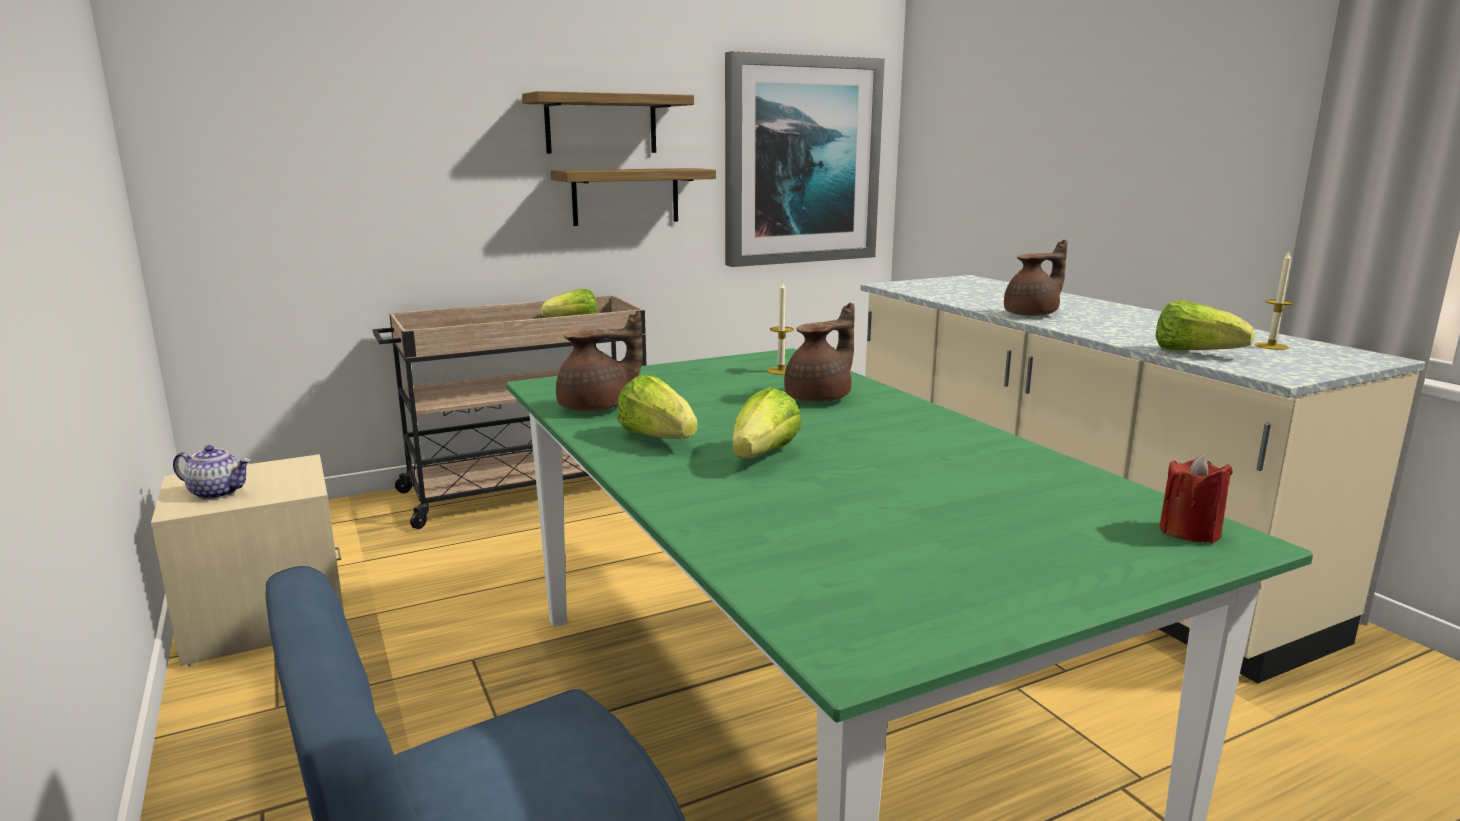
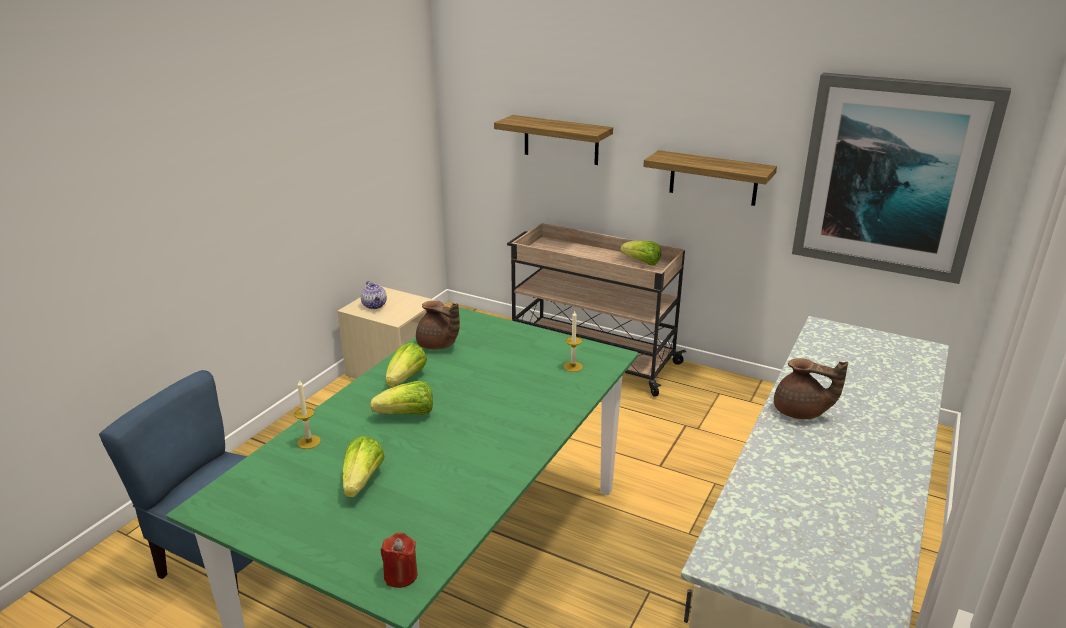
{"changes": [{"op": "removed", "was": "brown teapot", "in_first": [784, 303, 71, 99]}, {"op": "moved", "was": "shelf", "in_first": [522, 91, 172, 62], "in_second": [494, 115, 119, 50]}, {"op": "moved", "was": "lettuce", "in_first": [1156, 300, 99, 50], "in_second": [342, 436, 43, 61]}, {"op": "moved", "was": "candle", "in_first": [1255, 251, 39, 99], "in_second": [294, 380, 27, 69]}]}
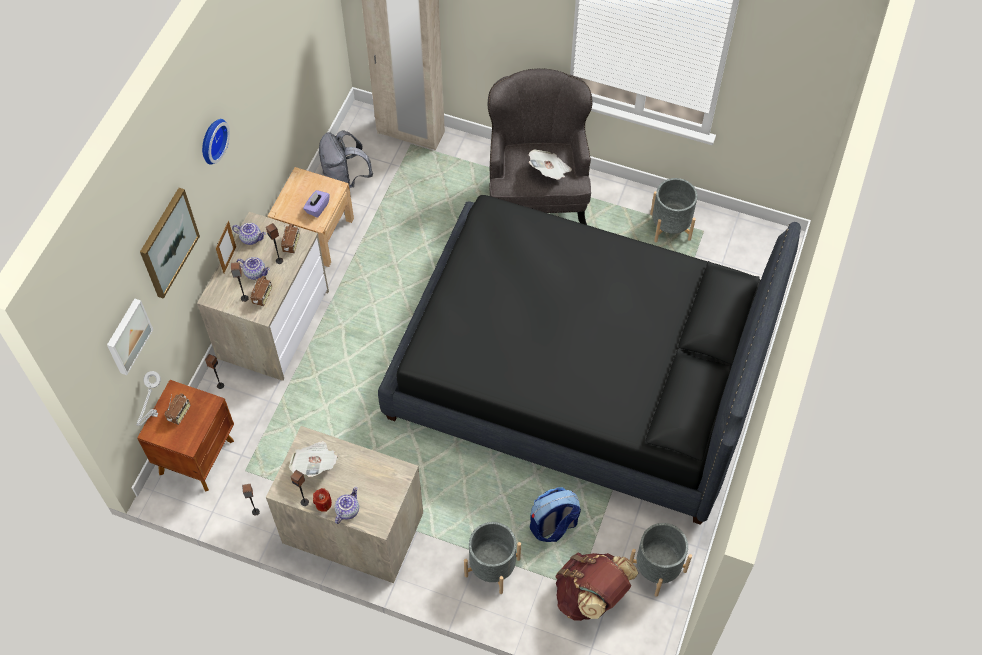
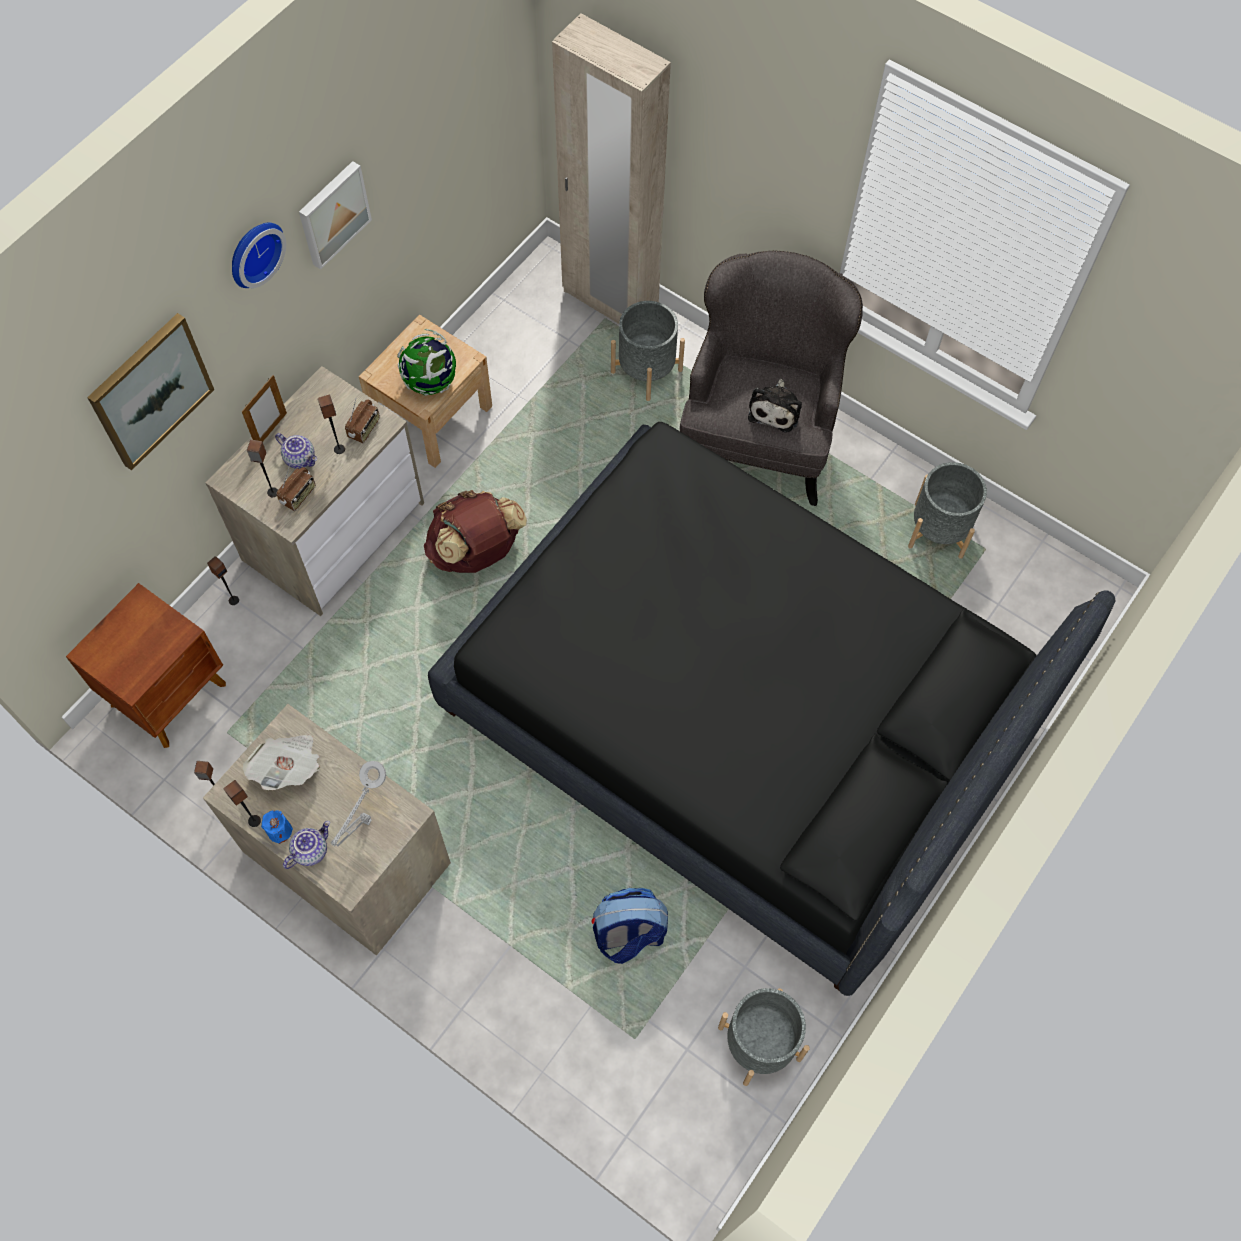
{"changes": [{"op": "removed", "was": "radio", "in_first": [165, 393, 25, 32]}, {"op": "removed", "was": "teapot", "in_first": [232, 223, 34, 22]}, {"op": "removed", "was": "grey backpack", "in_first": [319, 131, 54, 57]}, {"op": "moved", "was": "picture", "in_first": [107, 299, 46, 76], "in_second": [299, 161, 73, 108]}, {"op": "moved", "was": "grey table lamp", "in_first": [136, 371, 25, 55], "in_second": [330, 761, 56, 86]}, {"op": "moved", "was": "grey planter", "in_first": [464, 522, 57, 72], "in_second": [611, 301, 74, 100]}, {"op": "moved", "was": "brown backpack", "in_first": [555, 553, 84, 68], "in_second": [424, 490, 103, 83]}, {"op": "replaced", "was": "purple tissue box", "now": "globe", "in_first": [303, 190, 27, 28], "in_second": [397, 329, 59, 67]}, {"op": "replaced", "was": "newspaper", "now": "plush toy", "in_first": [529, 149, 43, 31], "in_second": [748, 379, 54, 54]}, {"op": "recoloured", "was": "red candle", "now": "blue candle", "in_first": [313, 488, 19, 24], "in_second": [261, 810, 32, 34]}]}
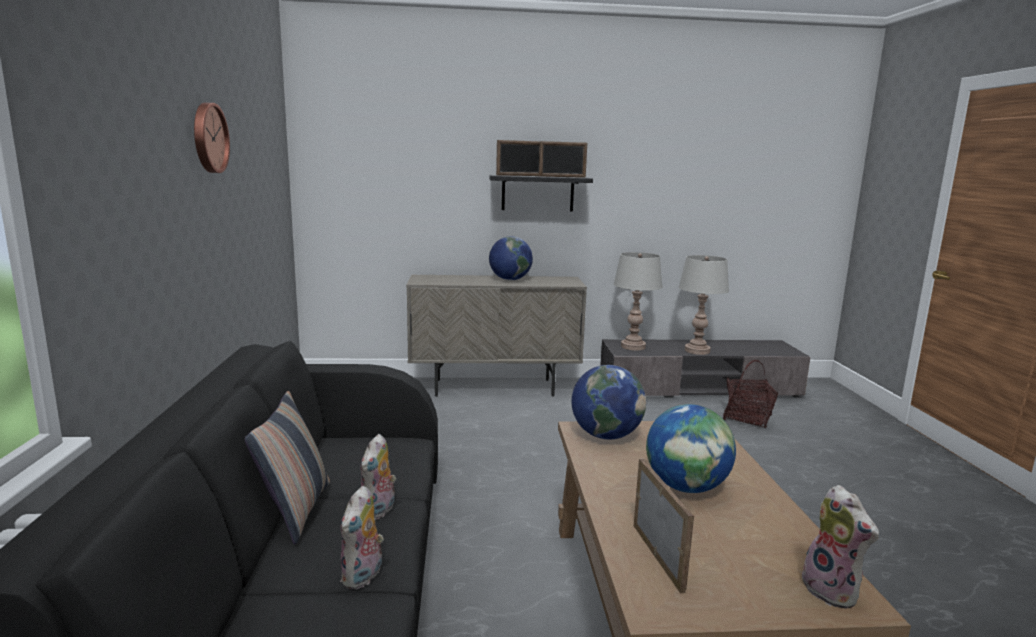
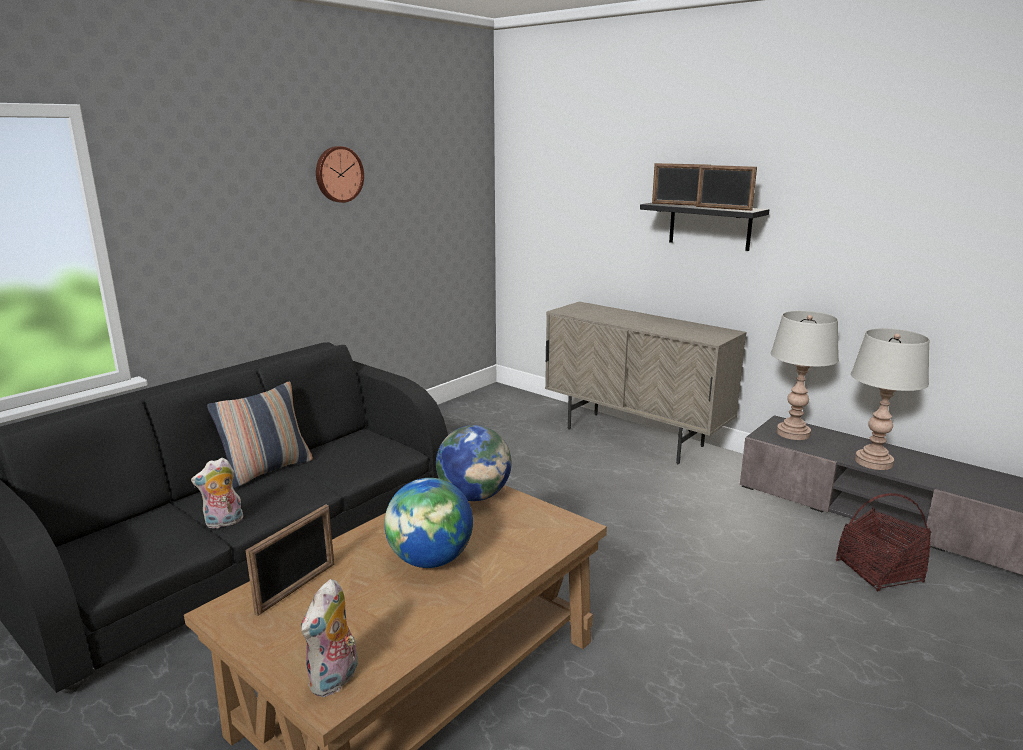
{"changes": [{"op": "removed", "was": "plush toy", "in_first": [360, 434, 36, 86]}, {"op": "removed", "was": "globe", "in_first": [489, 236, 44, 44]}]}
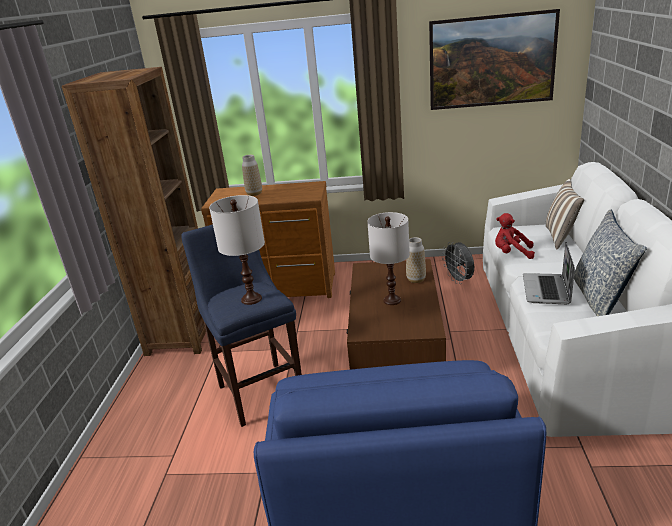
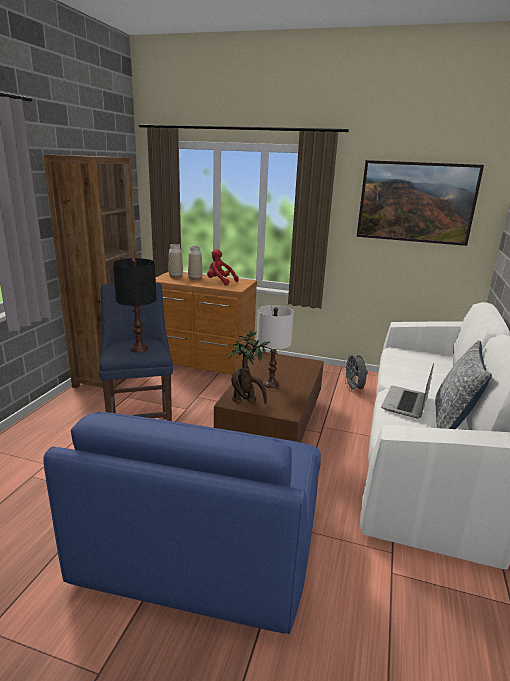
{"changes": [{"op": "removed", "was": "pillow", "in_first": [546, 179, 38, 71]}, {"op": "added", "now": "potted plant", "in_second": [228, 329, 50, 75]}, {"op": "moved", "was": "vase", "in_first": [406, 237, 20, 46], "in_second": [169, 244, 14, 34]}, {"op": "moved", "was": "red plush toy", "in_first": [495, 213, 40, 46], "in_second": [207, 249, 32, 36]}, {"op": "recoloured", "was": "white table lamp", "now": "black table lamp", "in_first": [209, 195, 56, 110], "in_second": [113, 258, 44, 94]}]}
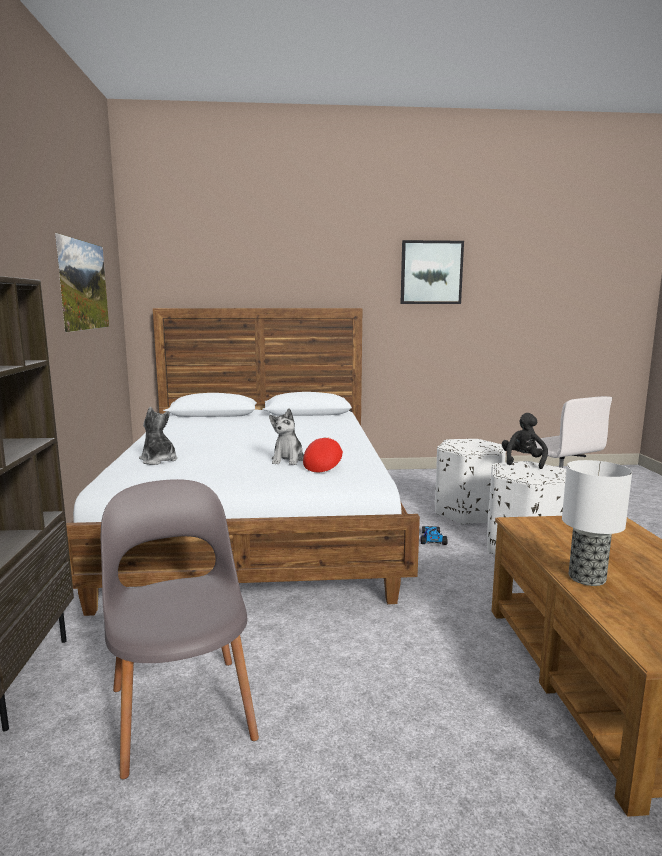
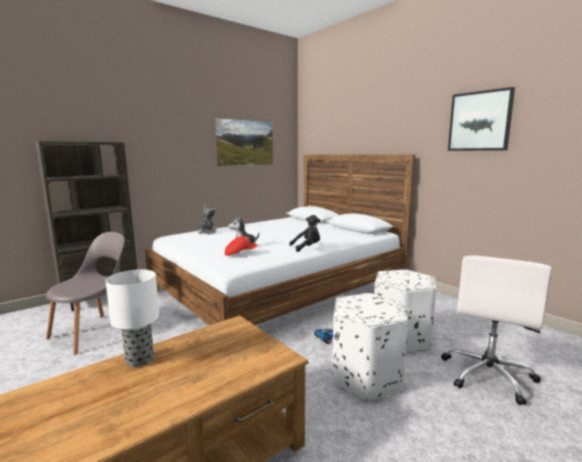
{"changes": [{"op": "moved", "was": "black plush toy", "in_first": [502, 413, 46, 56], "in_second": [289, 215, 32, 37]}]}
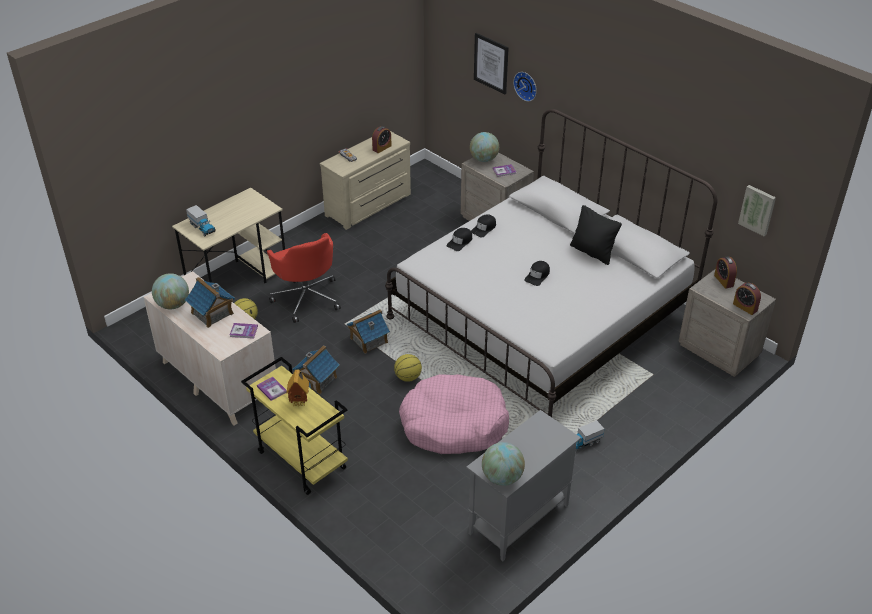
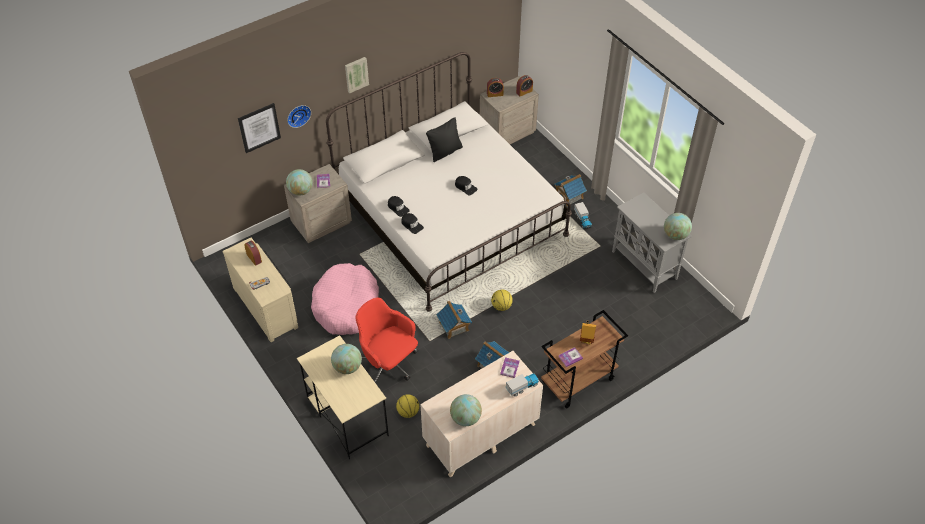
{"changes": [{"op": "added", "now": "globe", "in_second": [331, 344, 31, 30]}, {"op": "moved", "was": "toy house", "in_first": [185, 277, 50, 51], "in_second": [554, 174, 33, 33]}, {"op": "moved", "was": "toy truck", "in_first": [186, 205, 30, 31], "in_second": [506, 374, 33, 23]}, {"op": "moved", "was": "pink dog bed", "in_first": [399, 374, 110, 80], "in_second": [311, 263, 68, 72]}, {"op": "moved", "was": "picture", "in_first": [738, 185, 38, 51], "in_second": [345, 57, 24, 36]}, {"op": "recoloured", "was": "yellow cart", "now": "brown cart", "in_first": [241, 357, 107, 138], "in_second": [541, 310, 87, 98]}, {"op": "turned", "was": "red office chair", "in_first": [267, 233, 74, 90], "in_second": [355, 298, 63, 85], "clockwise": -120}]}
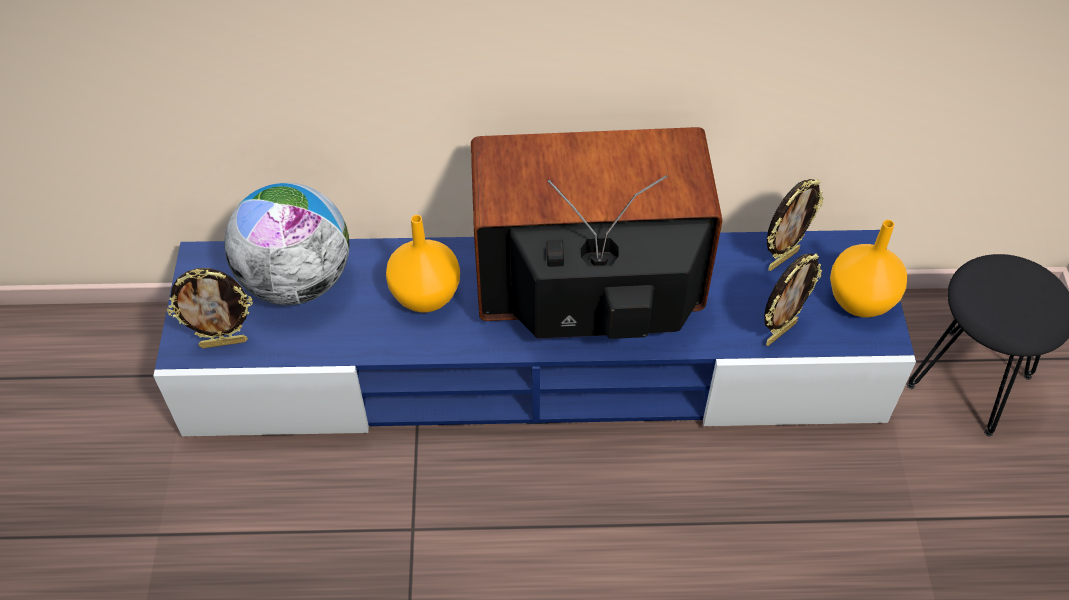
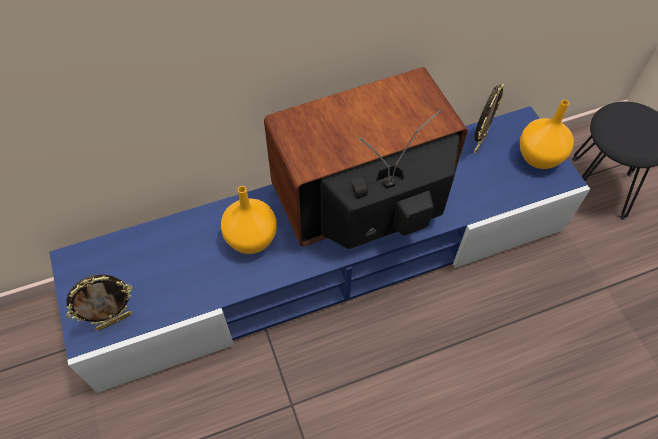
{"changes": [{"op": "removed", "was": "globe", "in_first": [225, 183, 124, 122]}, {"op": "removed", "was": "picture frame", "in_first": [764, 254, 58, 92]}]}
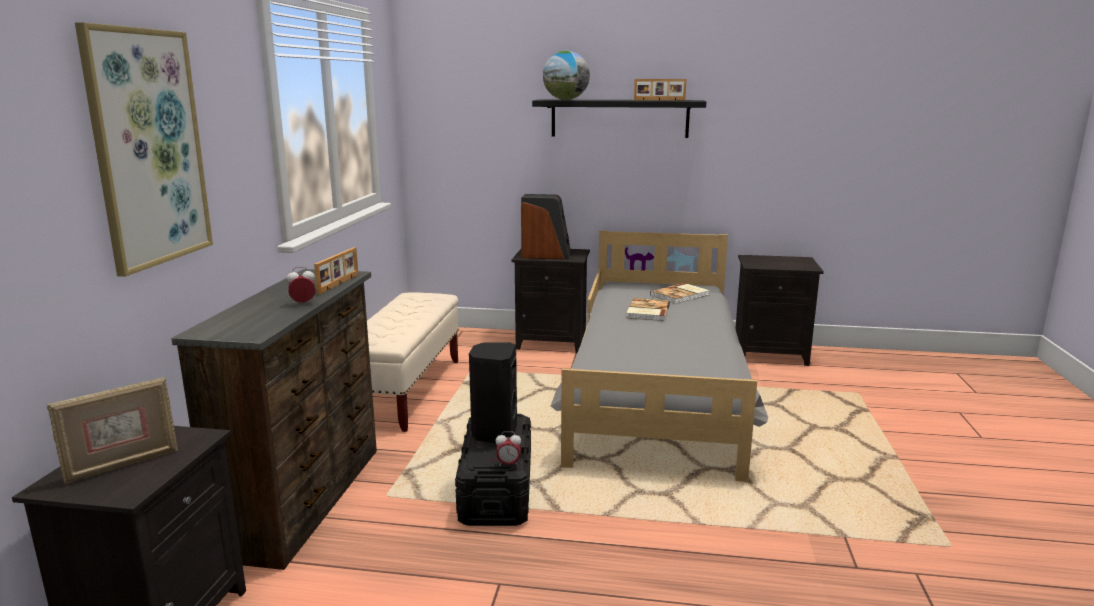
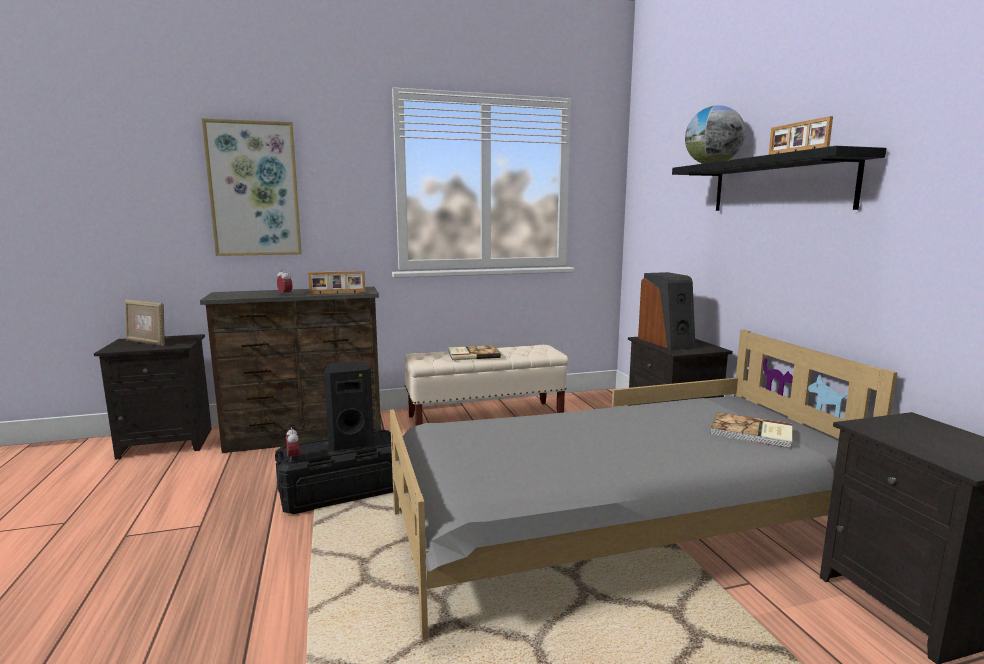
{"changes": [{"op": "moved", "was": "book", "in_first": [627, 298, 43, 23], "in_second": [448, 345, 53, 15]}]}
